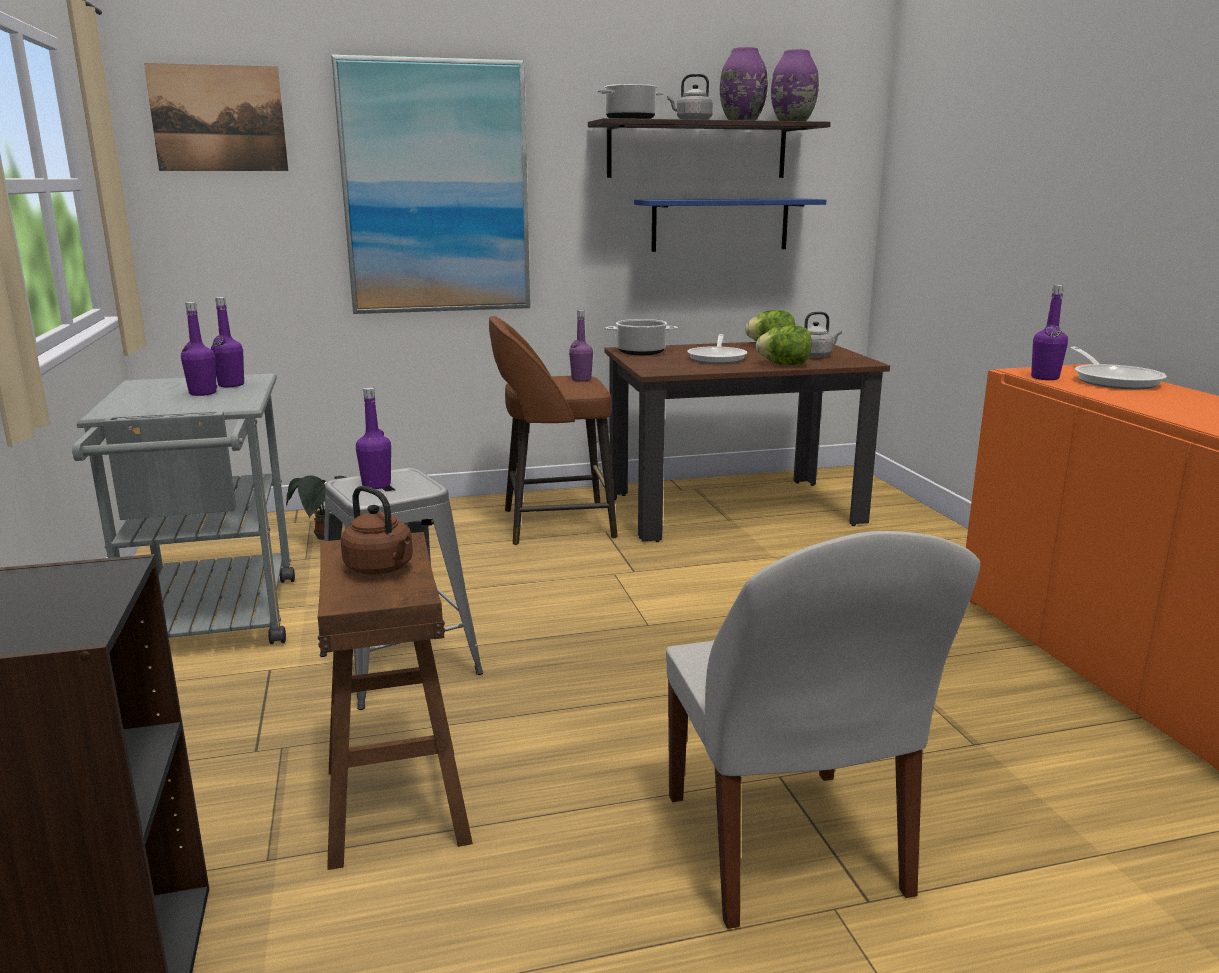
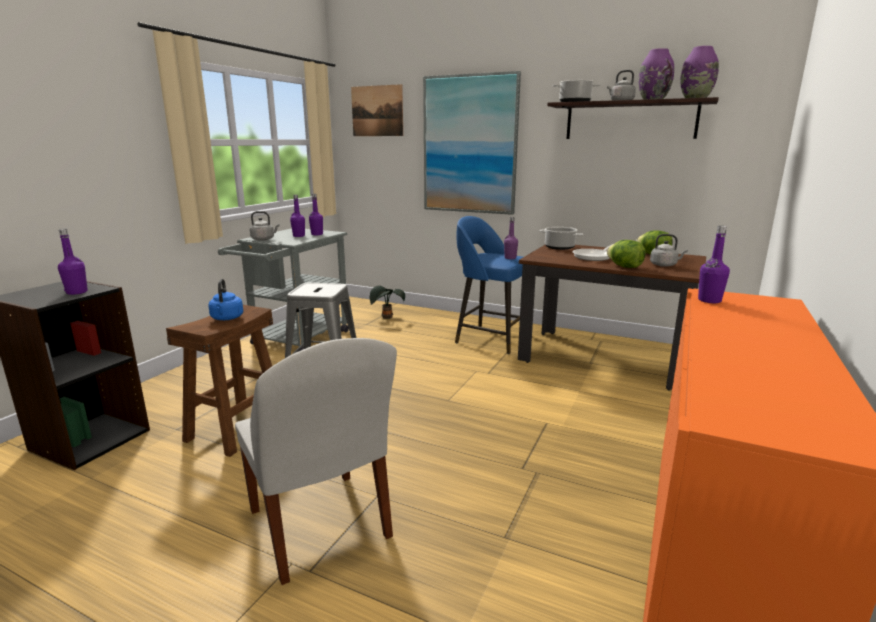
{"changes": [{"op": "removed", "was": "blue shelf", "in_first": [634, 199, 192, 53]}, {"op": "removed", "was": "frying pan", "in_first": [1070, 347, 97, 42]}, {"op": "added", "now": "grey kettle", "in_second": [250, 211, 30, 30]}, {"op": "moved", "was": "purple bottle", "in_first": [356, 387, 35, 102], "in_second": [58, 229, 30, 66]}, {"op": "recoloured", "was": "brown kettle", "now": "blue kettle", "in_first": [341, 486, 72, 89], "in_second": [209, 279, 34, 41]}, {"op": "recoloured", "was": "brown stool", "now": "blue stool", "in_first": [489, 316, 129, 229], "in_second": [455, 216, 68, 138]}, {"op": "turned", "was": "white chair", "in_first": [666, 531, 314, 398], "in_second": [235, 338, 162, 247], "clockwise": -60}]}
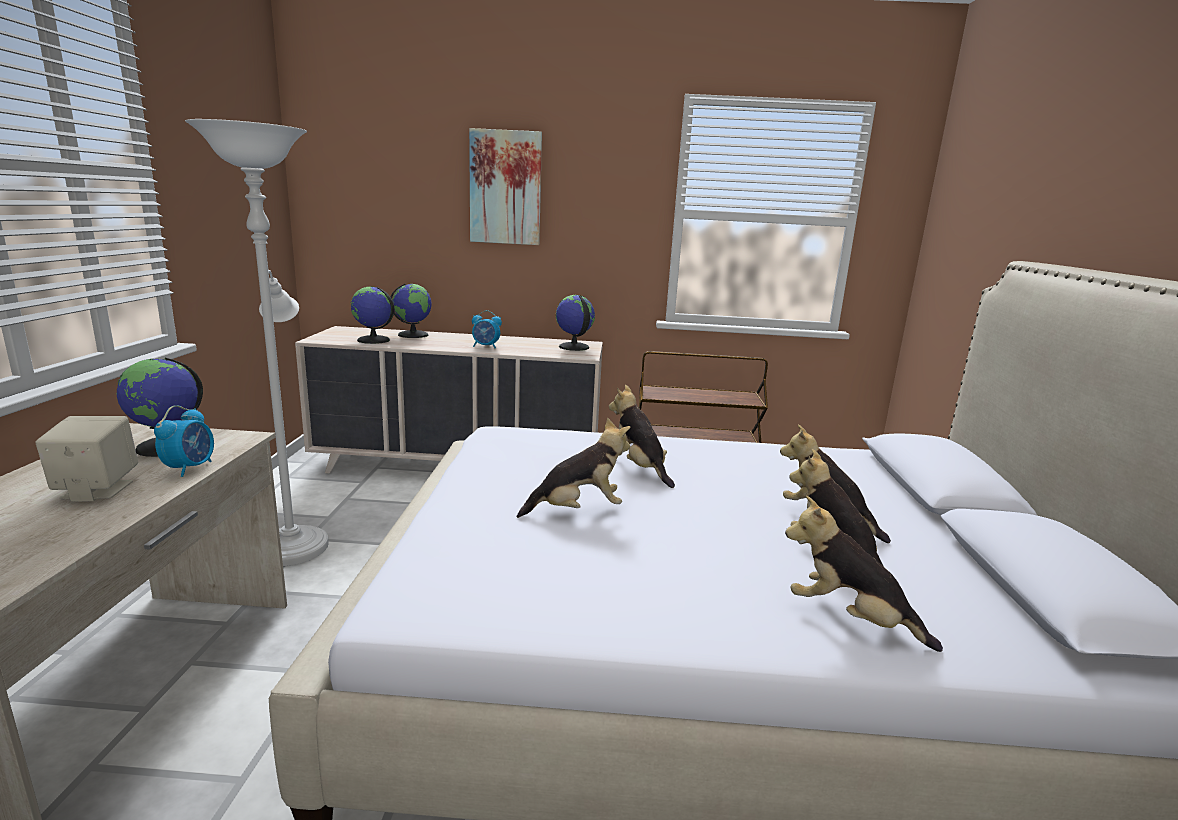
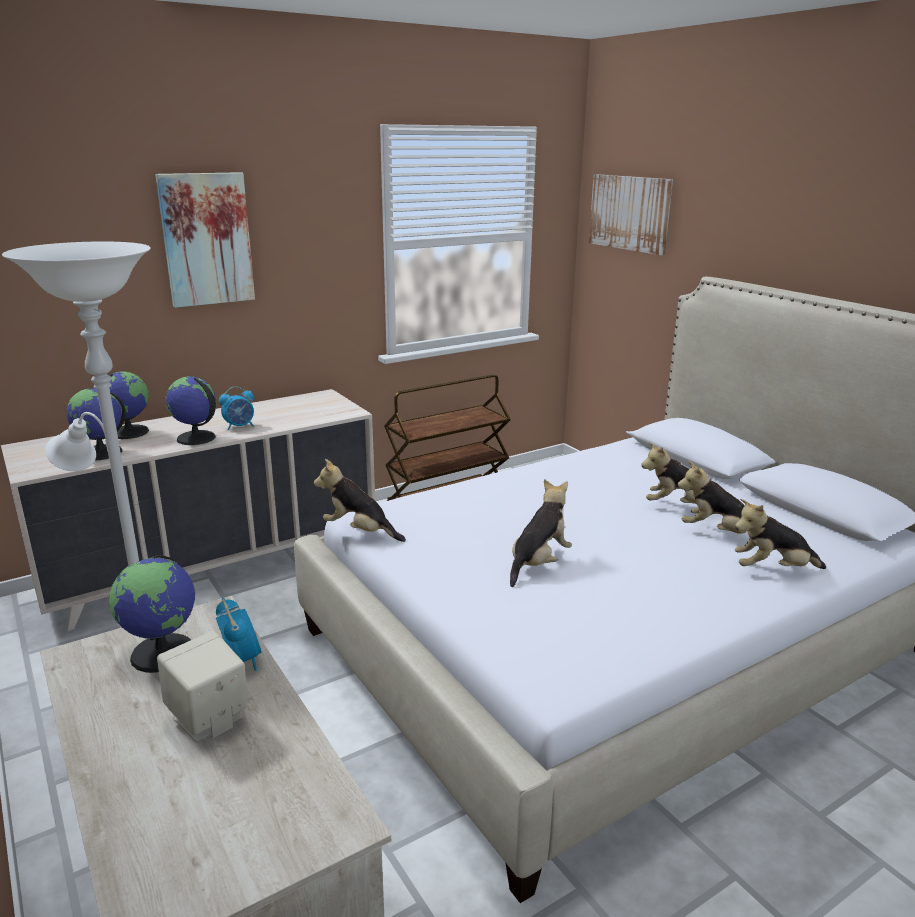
{"changes": [{"op": "added", "now": "picture", "in_second": [589, 174, 84, 81]}, {"op": "moved", "was": "globe", "in_first": [556, 295, 39, 56], "in_second": [165, 376, 52, 69]}, {"op": "moved", "was": "plush toy", "in_first": [609, 385, 66, 103], "in_second": [314, 459, 92, 83]}]}
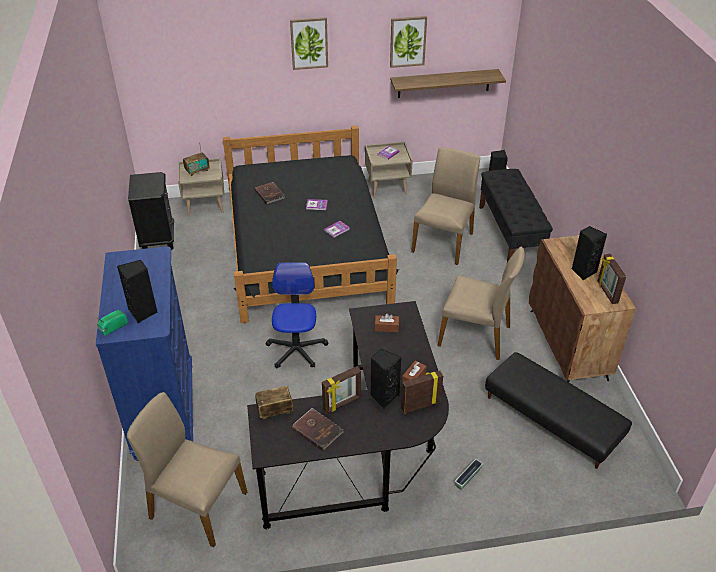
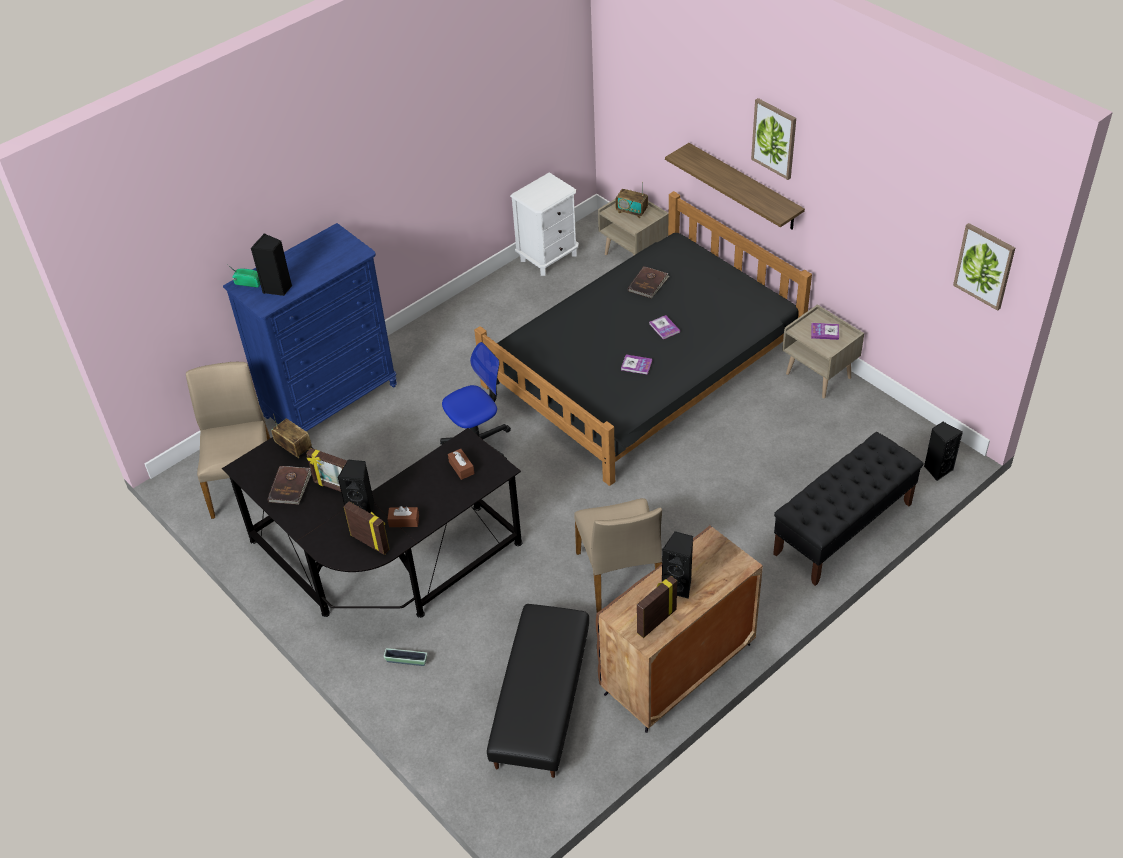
{"changes": [{"op": "removed", "was": "beige chair", "in_first": [411, 147, 69, 118]}, {"op": "moved", "was": "picture", "in_first": [390, 16, 37, 52], "in_second": [953, 223, 62, 88]}, {"op": "moved", "was": "shelf", "in_first": [390, 69, 116, 29], "in_second": [665, 143, 140, 87]}, {"op": "recoloured", "was": "black nightstand", "now": "white nightstand", "in_first": [128, 172, 46, 78], "in_second": [510, 173, 69, 103]}]}
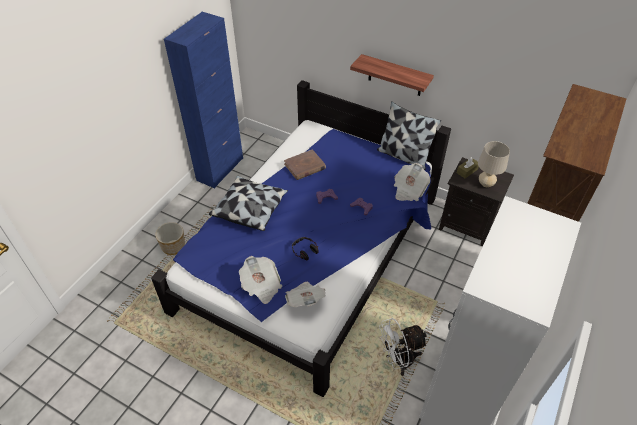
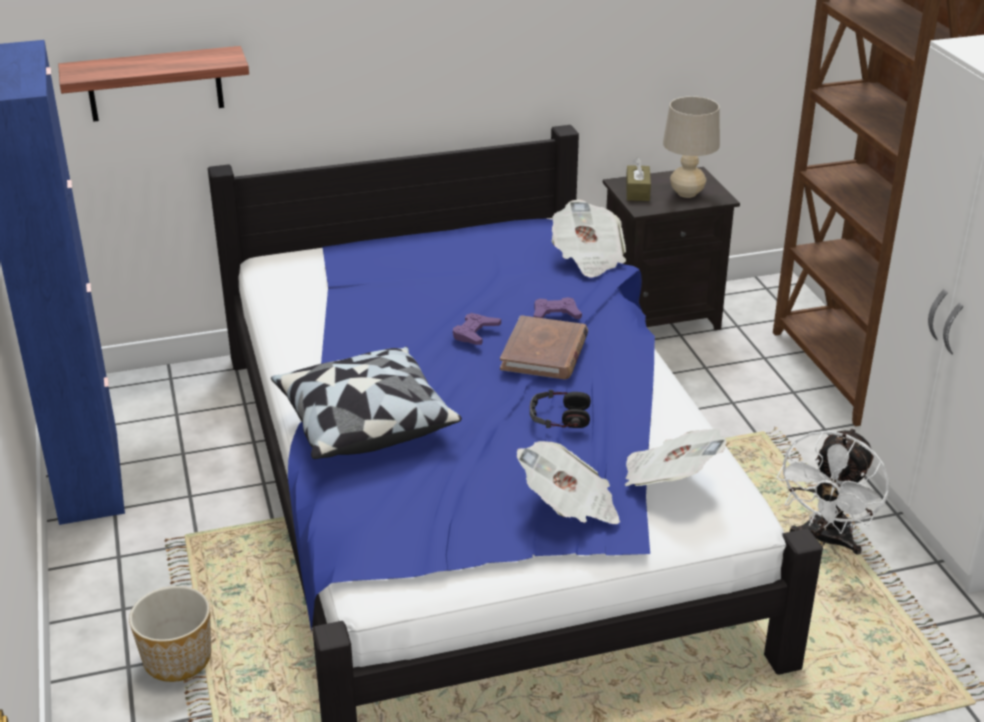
{"changes": [{"op": "removed", "was": "pillow", "in_first": [377, 101, 64, 69]}, {"op": "moved", "was": "brown book", "in_first": [284, 149, 42, 31], "in_second": [500, 315, 88, 64]}, {"op": "moved", "was": "shelf", "in_first": [350, 54, 84, 42], "in_second": [58, 46, 191, 76]}]}
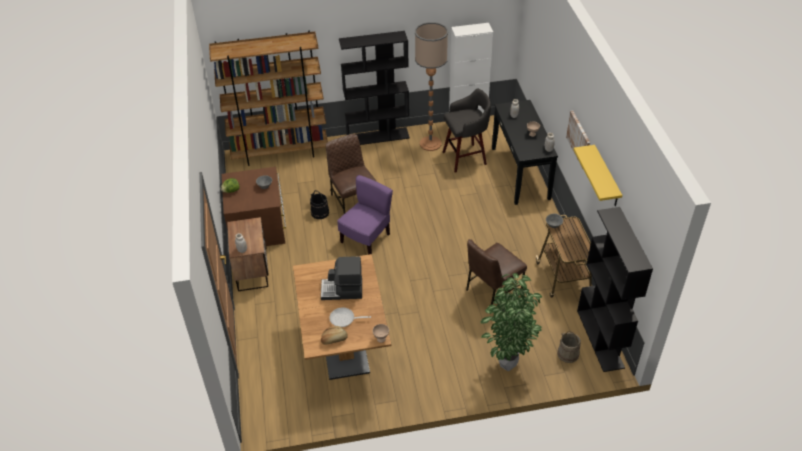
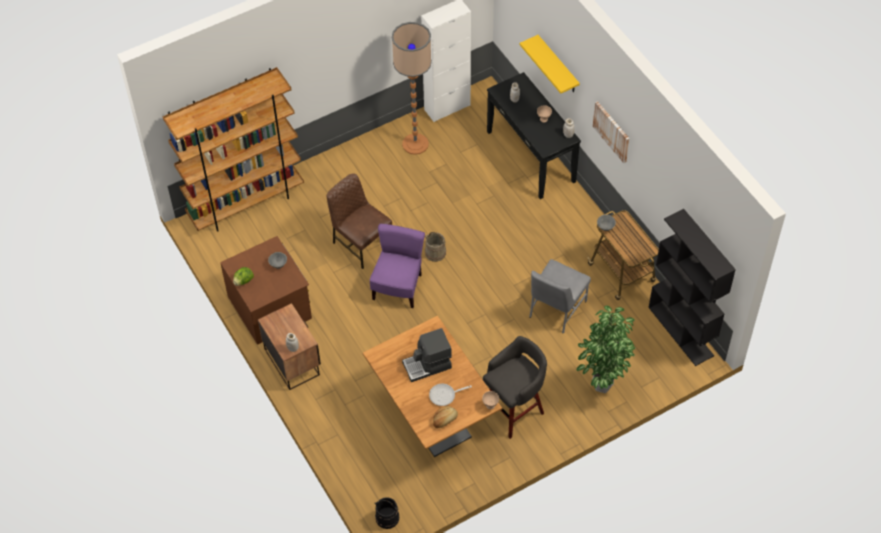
{"changes": [{"op": "removed", "was": "black bookcase", "in_first": [339, 31, 71, 114]}, {"op": "moved", "was": "black bucket", "in_first": [310, 190, 19, 29], "in_second": [374, 497, 25, 32]}, {"op": "moved", "was": "grey stool", "in_first": [443, 89, 48, 83], "in_second": [483, 336, 64, 103]}, {"op": "moved", "was": "beige bucket", "in_first": [557, 331, 24, 32], "in_second": [425, 232, 21, 30]}, {"op": "moved", "was": "yellow shelf", "in_first": [573, 145, 49, 61], "in_second": [520, 35, 60, 59]}, {"op": "recoloured", "was": "brown chair", "now": "grey chair", "in_first": [466, 239, 61, 66], "in_second": [529, 259, 62, 75]}]}
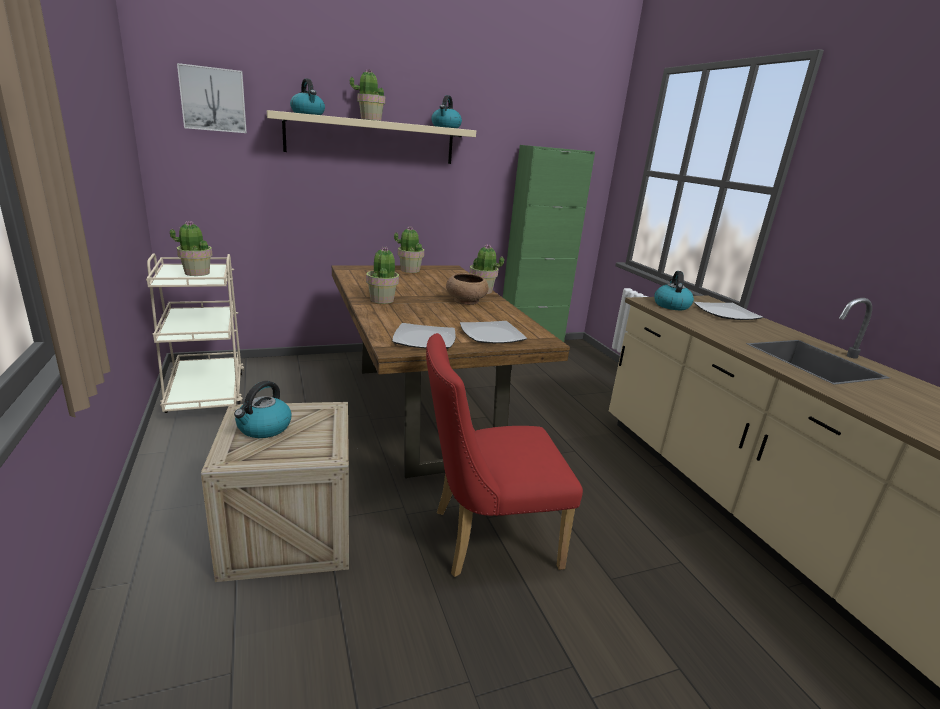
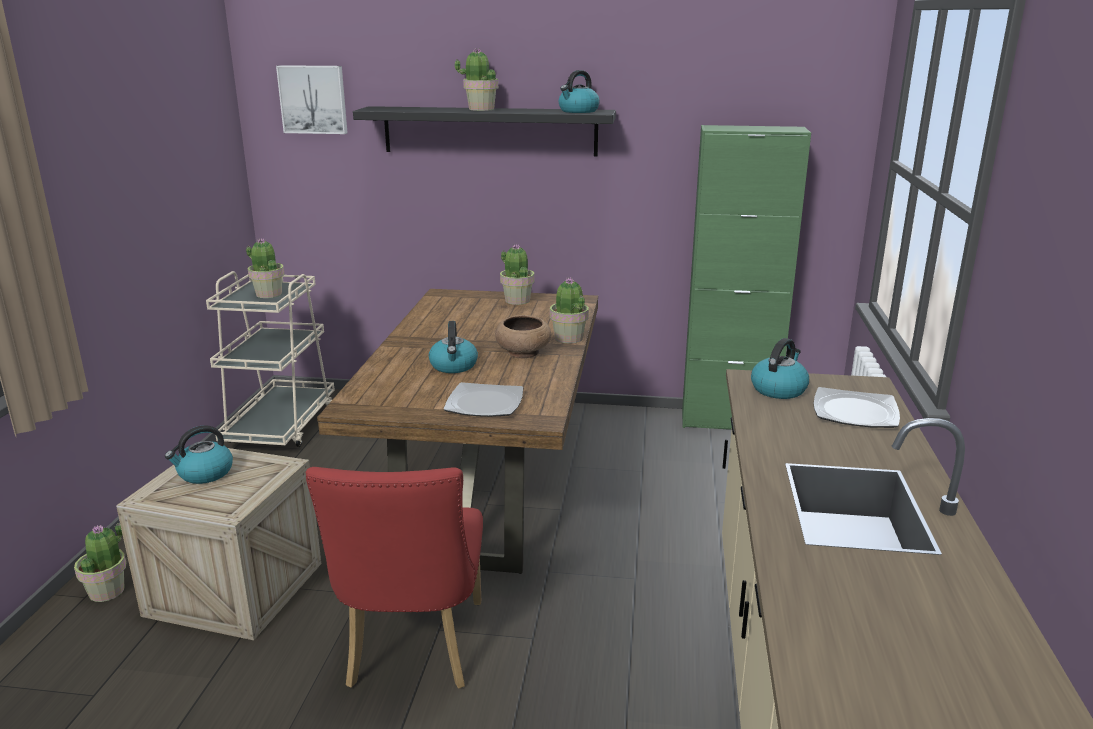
{"changes": [{"op": "removed", "was": "plate", "in_first": [392, 323, 64, 26]}, {"op": "moved", "was": "kettle", "in_first": [290, 78, 35, 37], "in_second": [429, 321, 49, 52]}, {"op": "moved", "was": "potted plant", "in_first": [366, 246, 33, 58], "in_second": [74, 523, 52, 79]}, {"op": "recoloured", "was": "beige shelf", "now": "black shelf", "in_first": [267, 110, 209, 54], "in_second": [353, 106, 263, 50]}, {"op": "turned", "was": "red chair", "in_first": [426, 333, 157, 244], "in_second": [306, 467, 177, 222], "clockwise": -105}]}
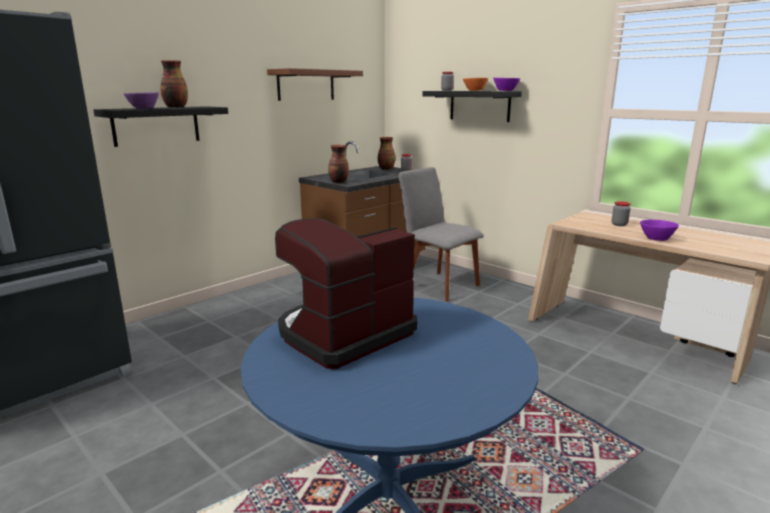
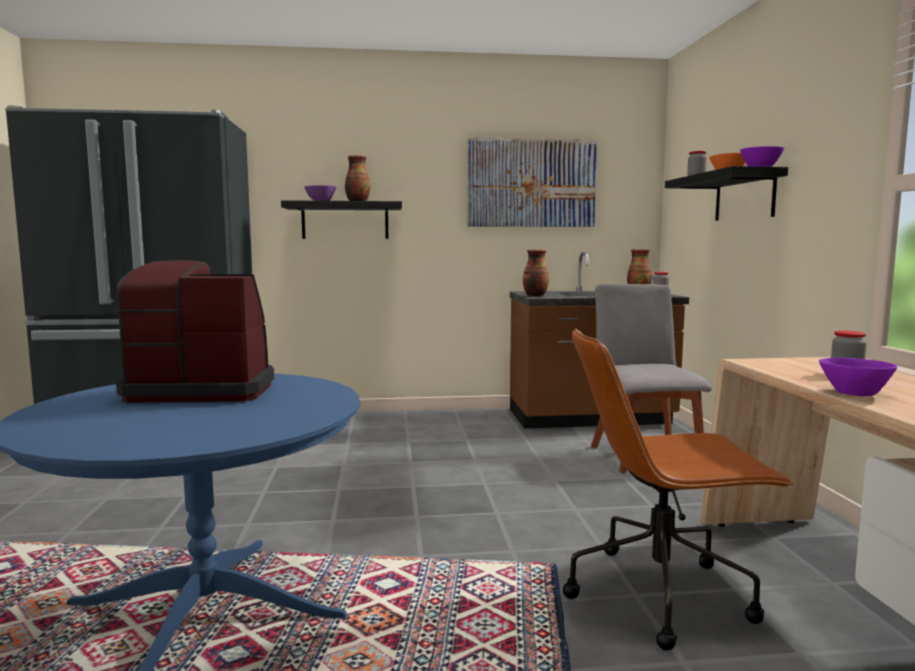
{"changes": [{"op": "added", "now": "brown office chair", "in_second": [563, 328, 230, 322]}, {"op": "replaced", "was": "brown shelf", "now": "picture", "in_first": [267, 68, 96, 33], "in_second": [467, 137, 130, 90]}]}
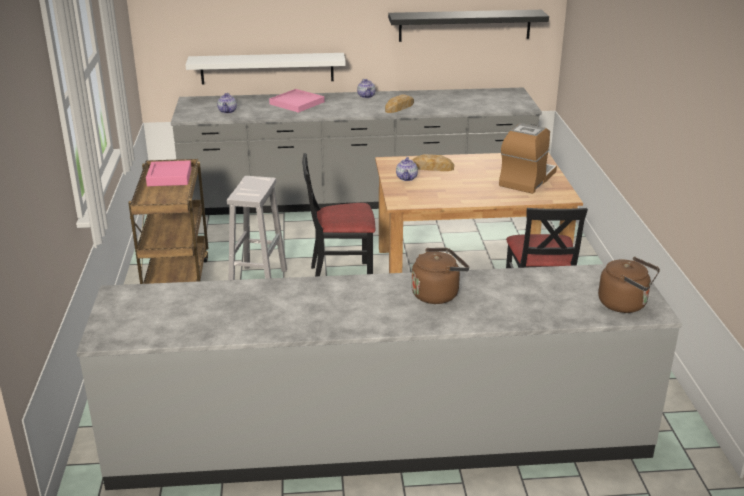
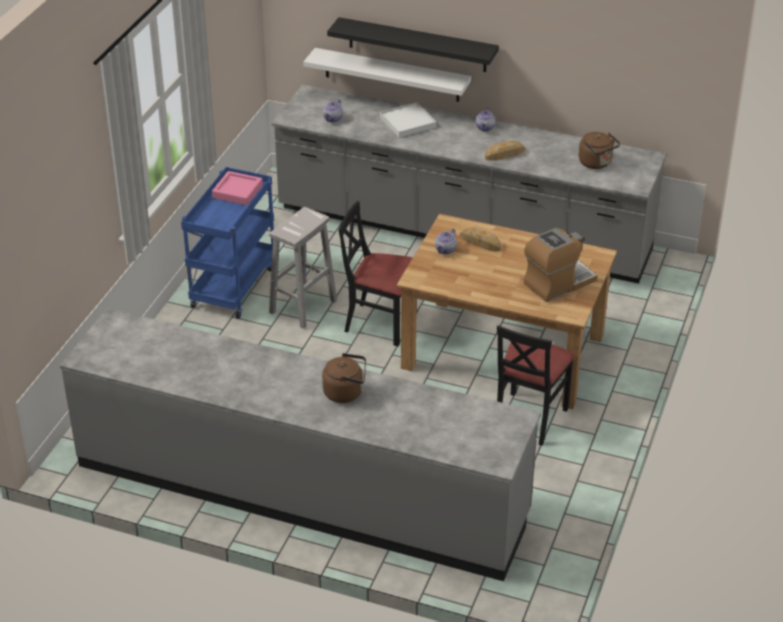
{"changes": [{"op": "moved", "was": "black shelf", "in_first": [388, 10, 161, 32], "in_second": [327, 17, 172, 55]}, {"op": "moved", "was": "brown kettle", "in_first": [598, 257, 62, 56], "in_second": [579, 132, 41, 37]}, {"op": "recoloured", "was": "brown cart", "now": "blue cart", "in_first": [128, 159, 80, 125], "in_second": [181, 167, 93, 152]}, {"op": "recoloured", "was": "pink tray", "now": "white tray", "in_first": [269, 89, 56, 24], "in_second": [380, 103, 56, 34]}]}
